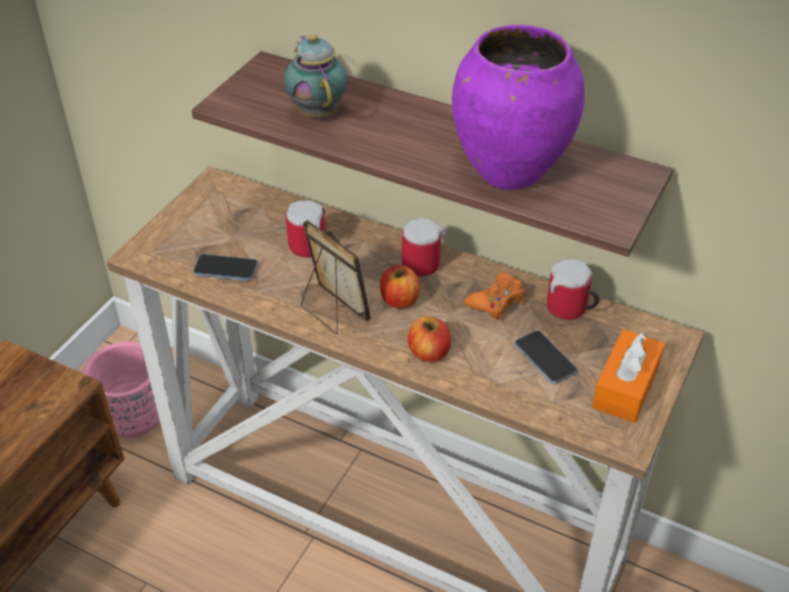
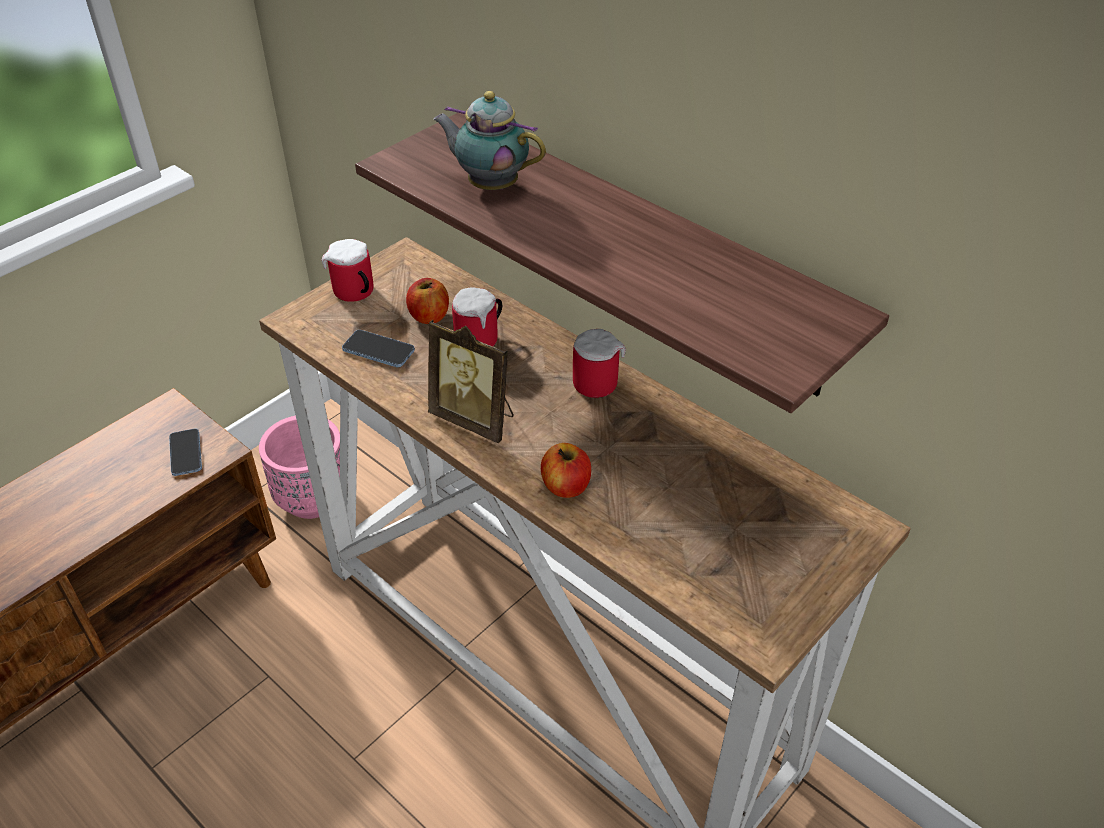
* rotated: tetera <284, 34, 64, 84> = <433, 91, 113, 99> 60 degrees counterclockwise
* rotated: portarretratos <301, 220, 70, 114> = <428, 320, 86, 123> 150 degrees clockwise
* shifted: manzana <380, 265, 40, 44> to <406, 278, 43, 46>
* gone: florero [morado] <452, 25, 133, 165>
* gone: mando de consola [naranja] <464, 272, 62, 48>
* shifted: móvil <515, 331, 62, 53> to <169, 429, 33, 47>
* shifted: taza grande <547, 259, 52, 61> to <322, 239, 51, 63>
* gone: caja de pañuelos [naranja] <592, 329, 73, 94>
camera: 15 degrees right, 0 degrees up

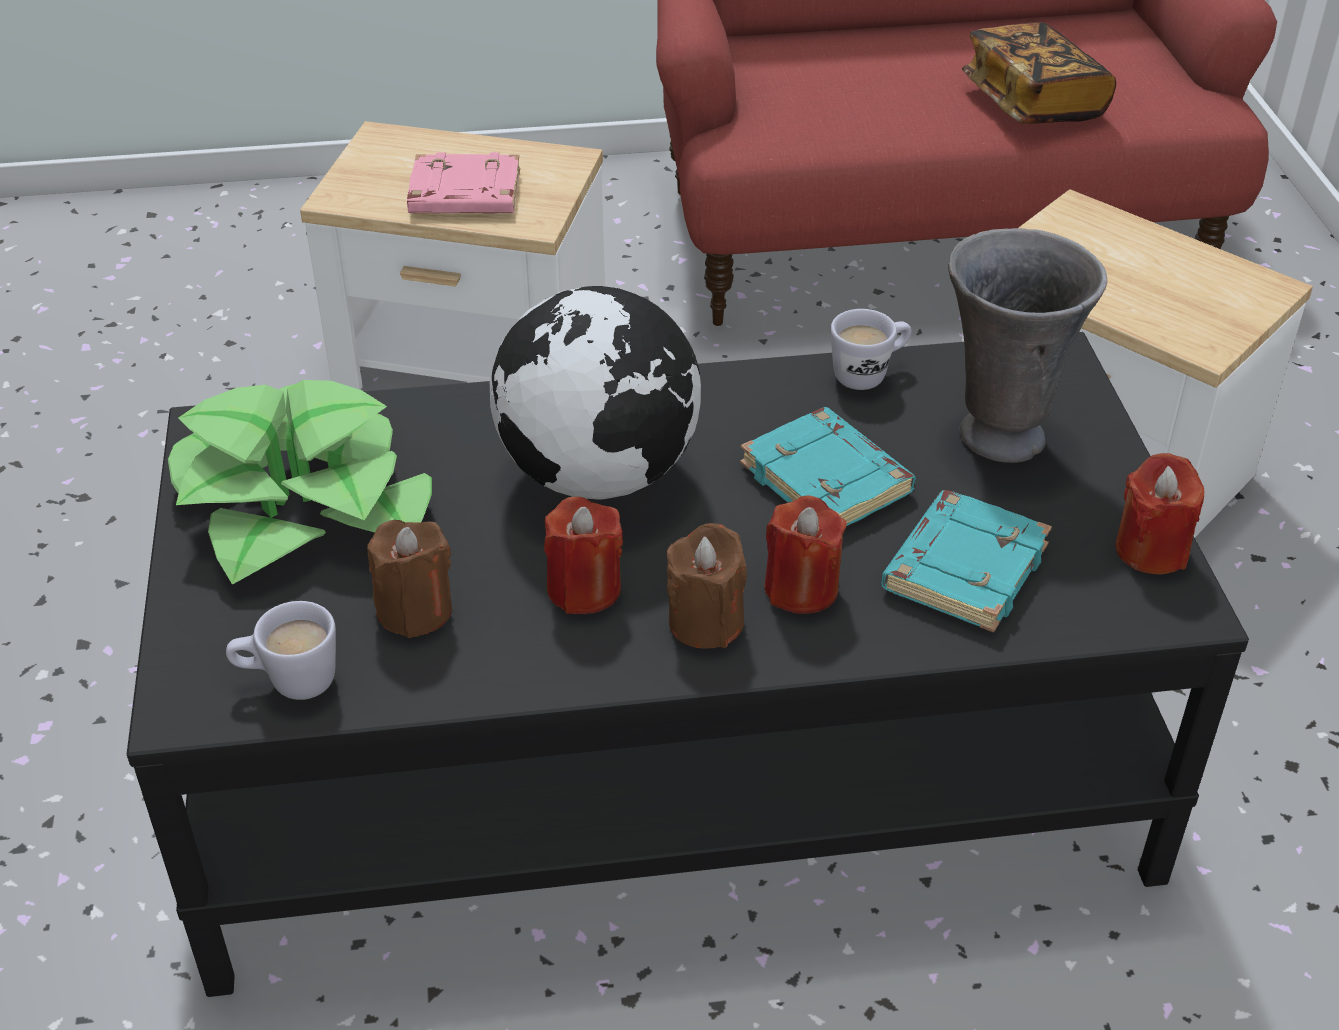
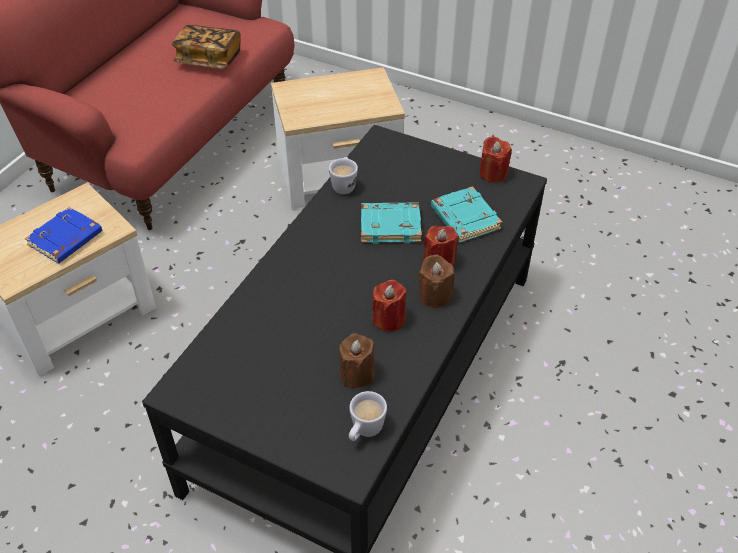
* gone: planta en maceta <168, 380, 264, 205>
* repainted: libro [rosa] <407, 152, 113, 61> to libro [azul] <25, 207, 77, 56>
* gone: globo terráqueo <490, 286, 211, 214>
* gone: florero [gris] <948, 228, 159, 235>
camera: 55 degrees left, 5 degrees up

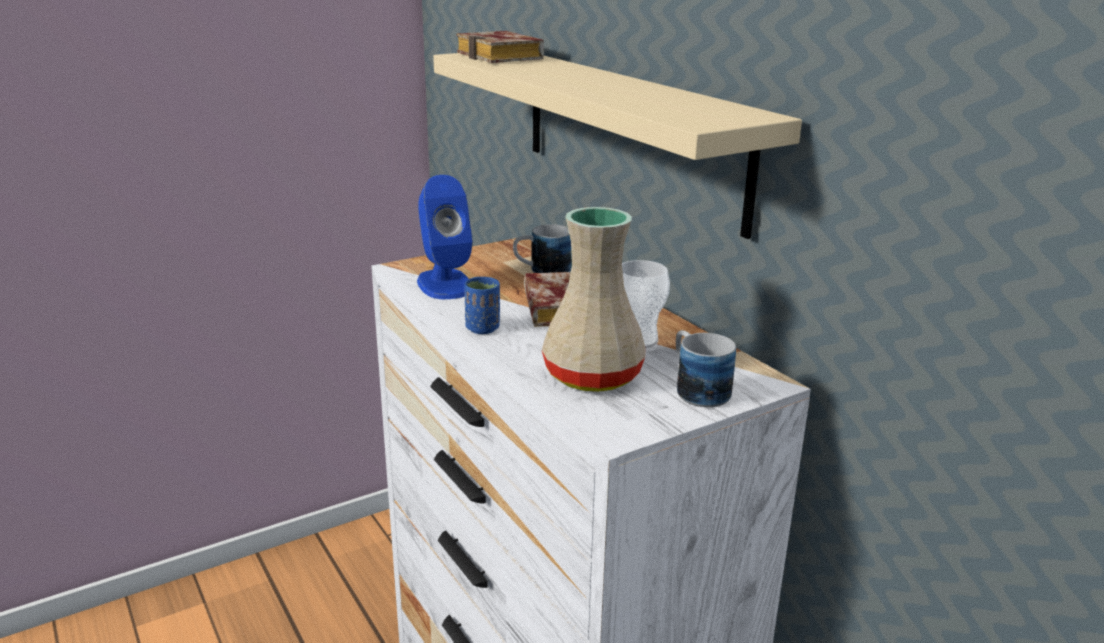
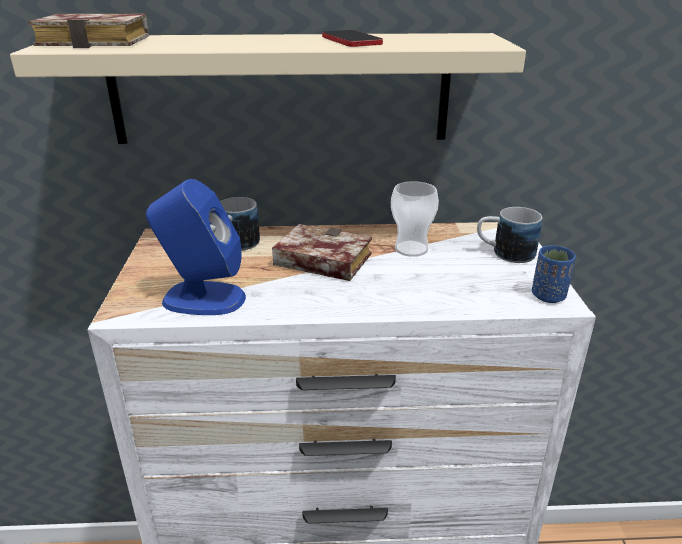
* shifted: taza [azul] <464, 276, 36, 58> to <532, 245, 44, 58>
* gone: florero [beis] <542, 207, 104, 185>
* new: móvil <322, 30, 61, 17>
camera: 60 degrees left, 5 degrees up

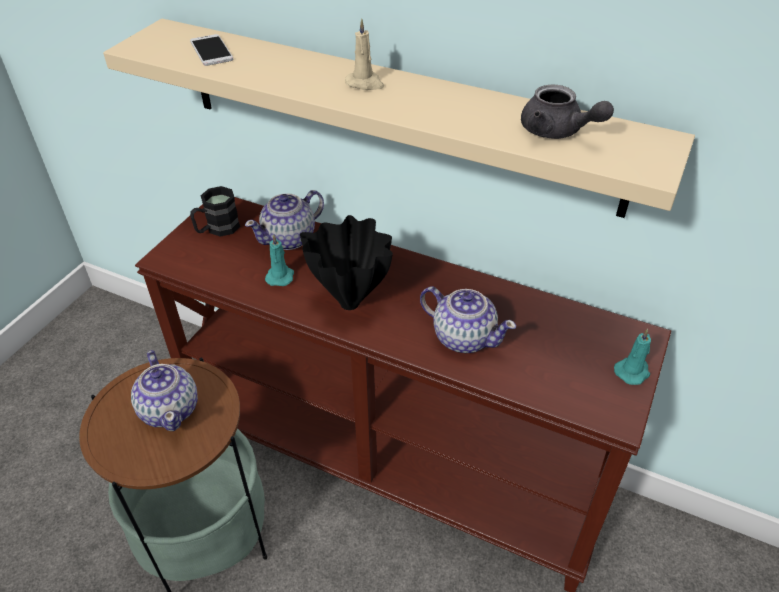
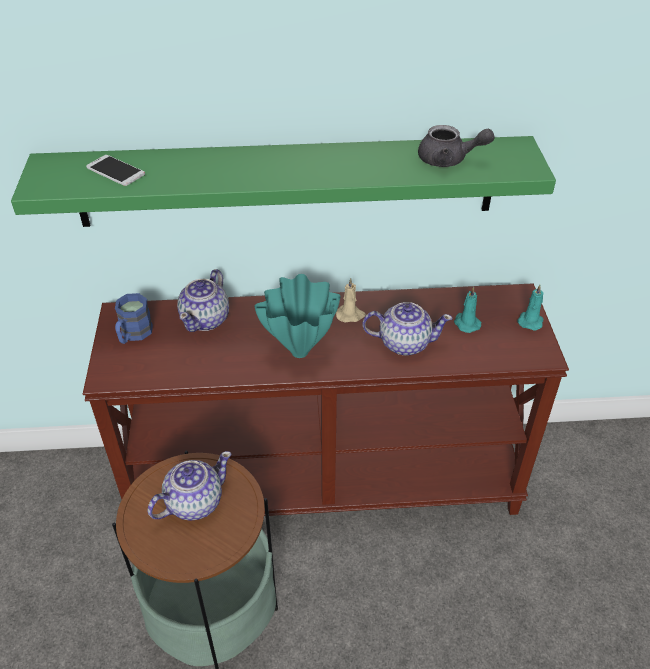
* repainted: estante [beis] <103, 19, 592, 199> to estante [verde] <11, 136, 545, 91>
* rotated: tetera <131, 350, 67, 81> = <147, 451, 84, 70> 75 degrees counterclockwise
* repainted: taza grande [negro] <190, 186, 50, 51> to taza grande [azul] <115, 293, 38, 51>
* shifted: vela [turquesa] <265, 234, 29, 52> to <454, 287, 27, 46>
* repainted: florero [negro] <300, 215, 93, 95> to florero [turquesa] <254, 274, 87, 84>
* shifted: vela [beis] <345, 19, 39, 71> to <336, 278, 30, 45>
camera: 30 degrees left, 0 degrees up

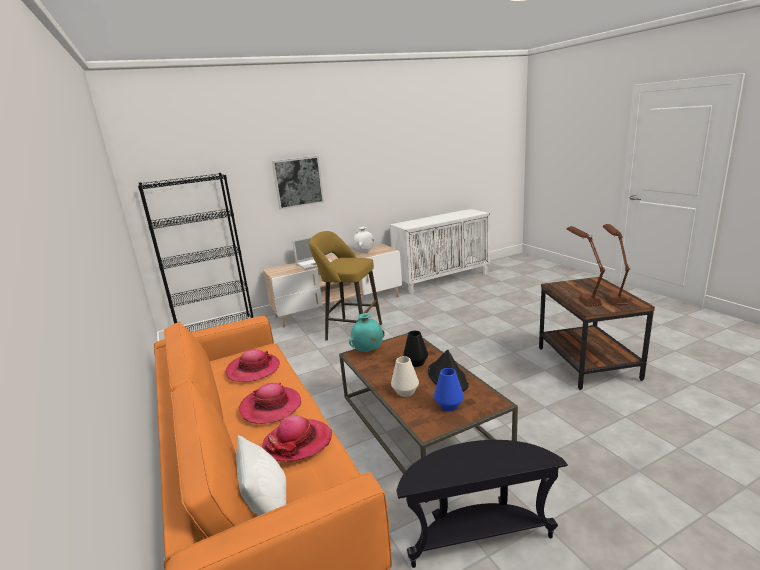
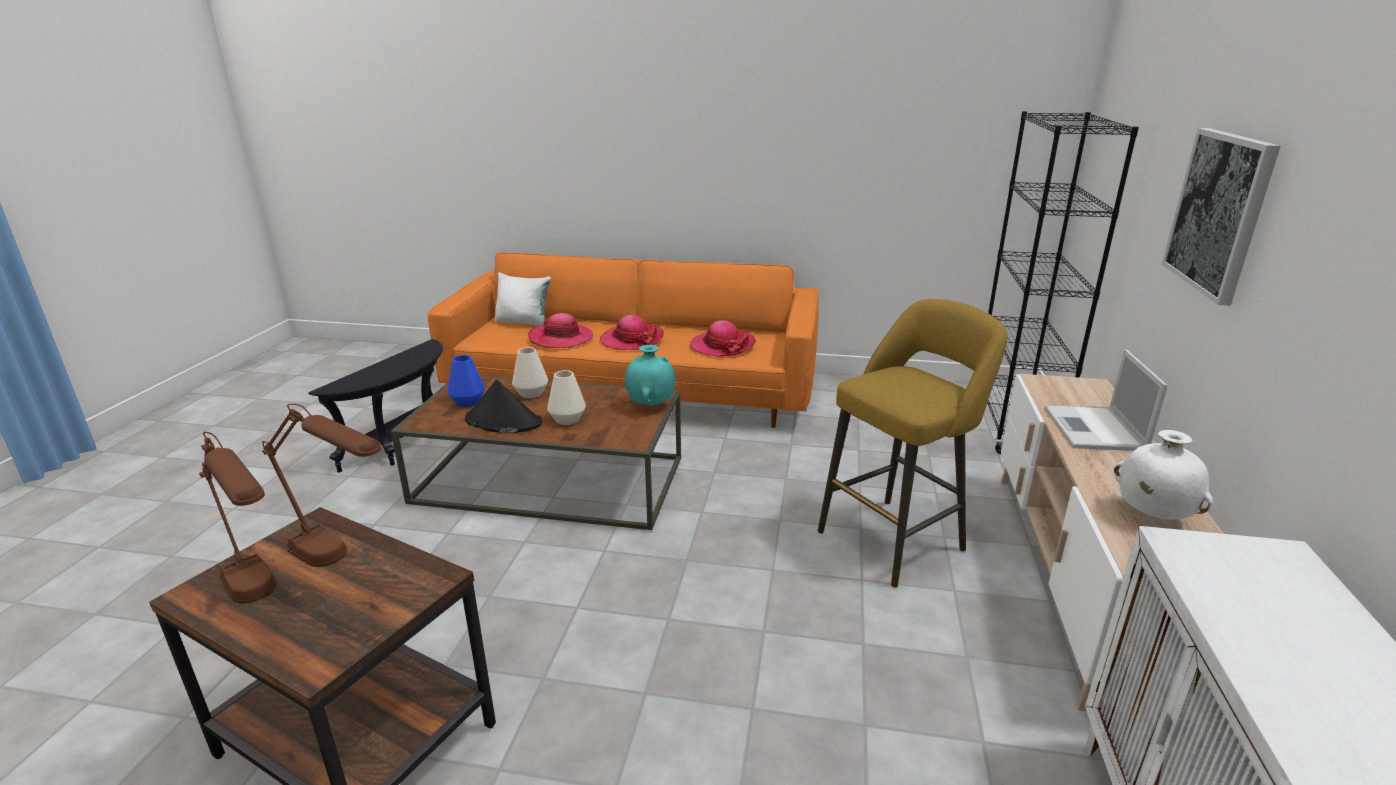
* repainted: florero [negro] <403, 331, 25, 36> to florero [blanco] <547, 370, 39, 55>
camera: 125 degrees right, 5 degrees up

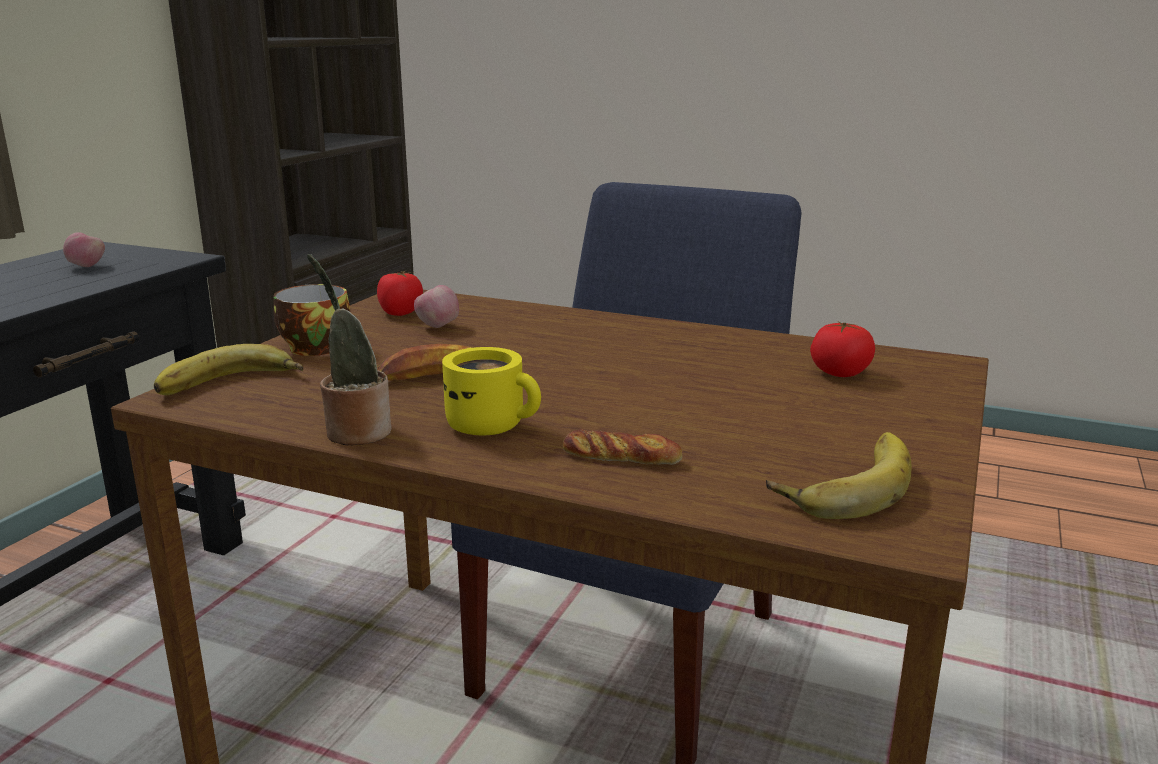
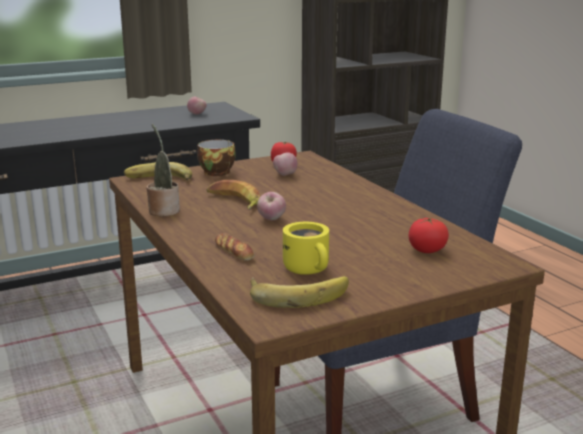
* shifted: taza grande [amarillo] <442, 347, 99, 88> to <283, 222, 46, 53>
* new: manzana <257, 192, 29, 28>
camera: 40 degrees right, 0 degrees up

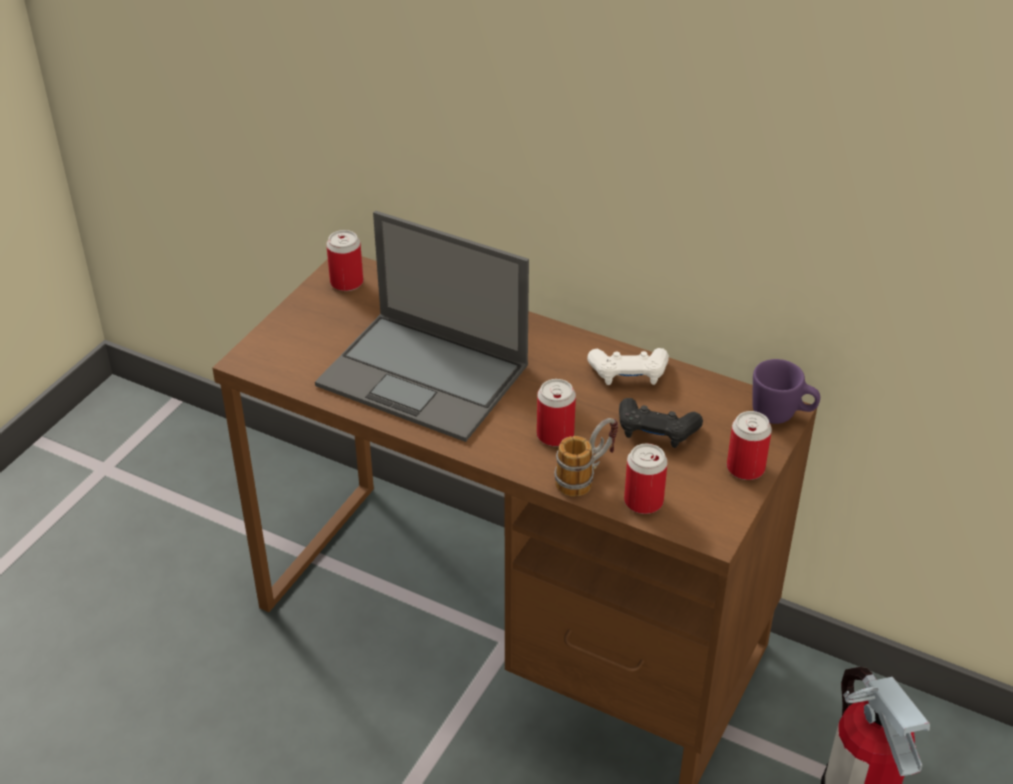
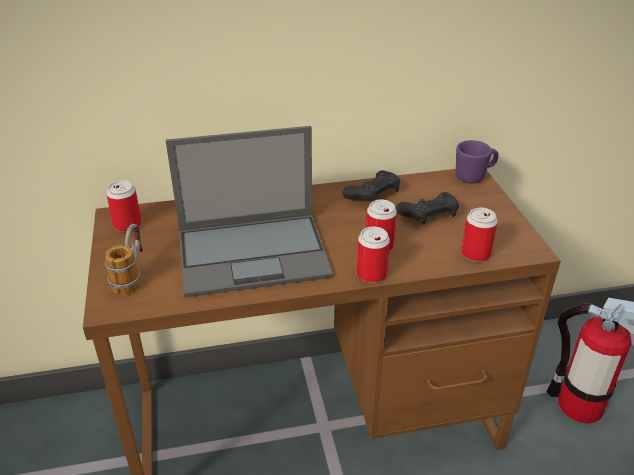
* shifted: taza grande <554, 418, 64, 79> to <105, 224, 38, 71>
* repainted: mando de consola [blanco] <587, 348, 82, 37> to mando de consola [negro] <342, 170, 58, 32>
* shifted: lata <727, 411, 45, 69> to <357, 226, 33, 57>
camera: 40 degrees left, 5 degrees down

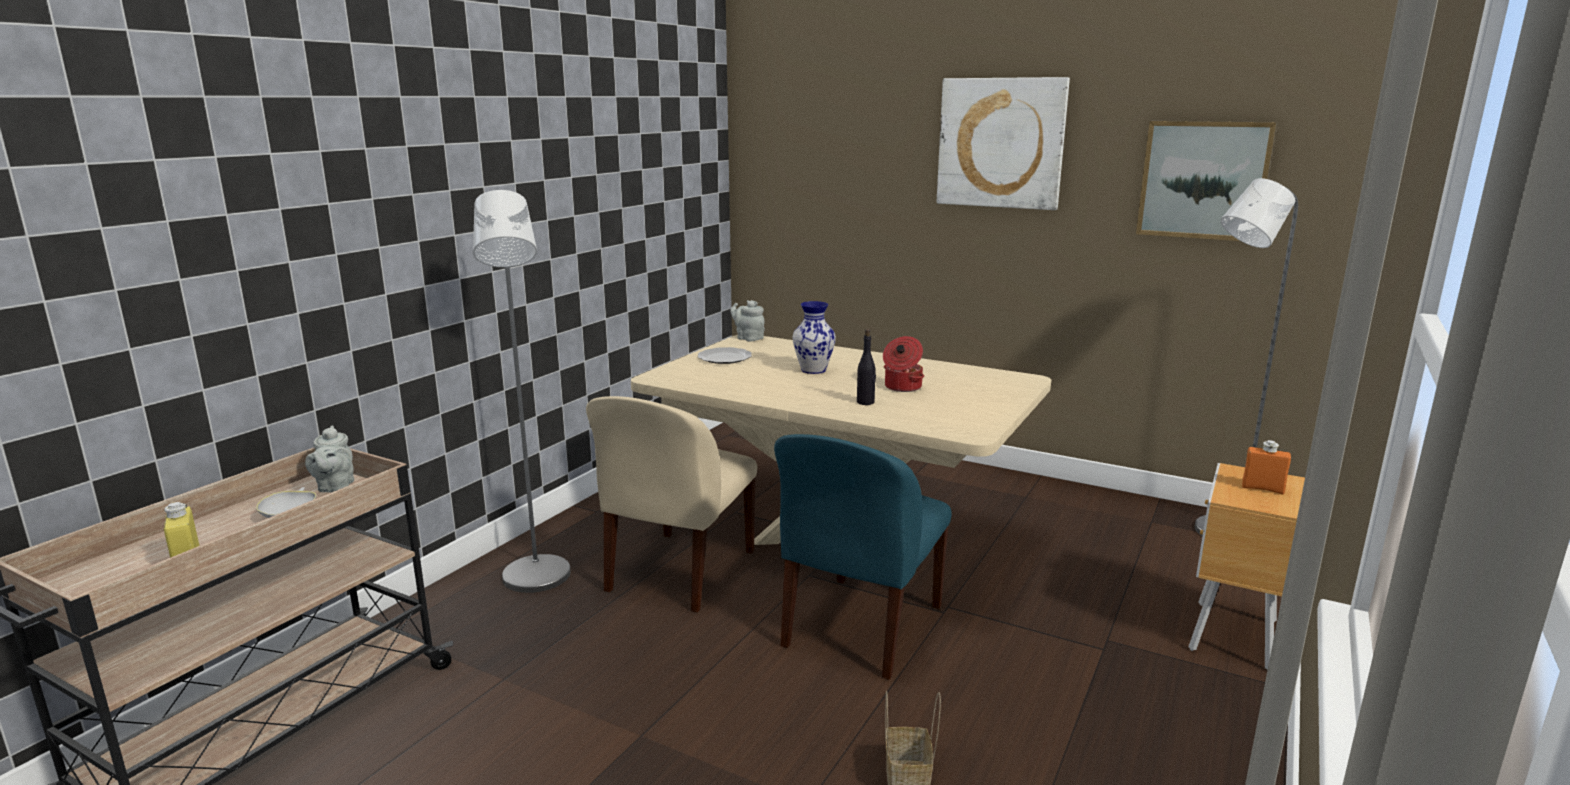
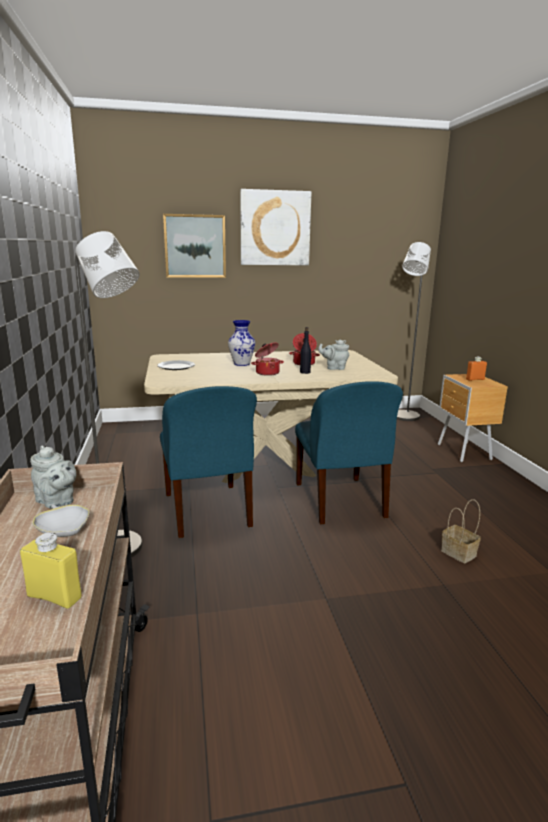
* repainted: silla [beis] <586, 396, 171, 216> to silla [azul] <160, 386, 97, 152>
* shifted: tetera [gris] <730, 300, 35, 41> to <318, 340, 31, 30>
* shifted: cuadro <1136, 121, 141, 120> to <163, 214, 63, 64>
* new: olla <251, 342, 33, 34>
camera: 40 degrees left, 0 degrees up

